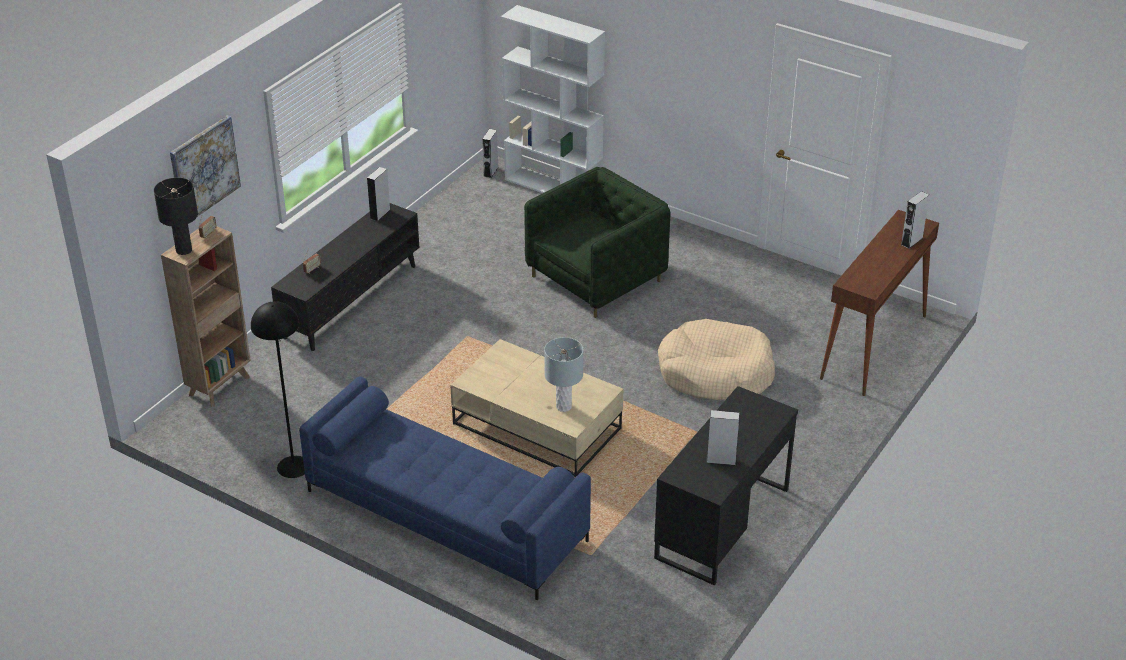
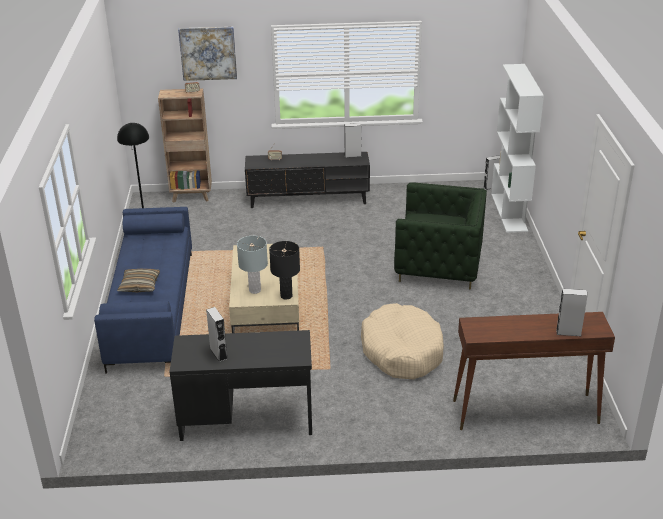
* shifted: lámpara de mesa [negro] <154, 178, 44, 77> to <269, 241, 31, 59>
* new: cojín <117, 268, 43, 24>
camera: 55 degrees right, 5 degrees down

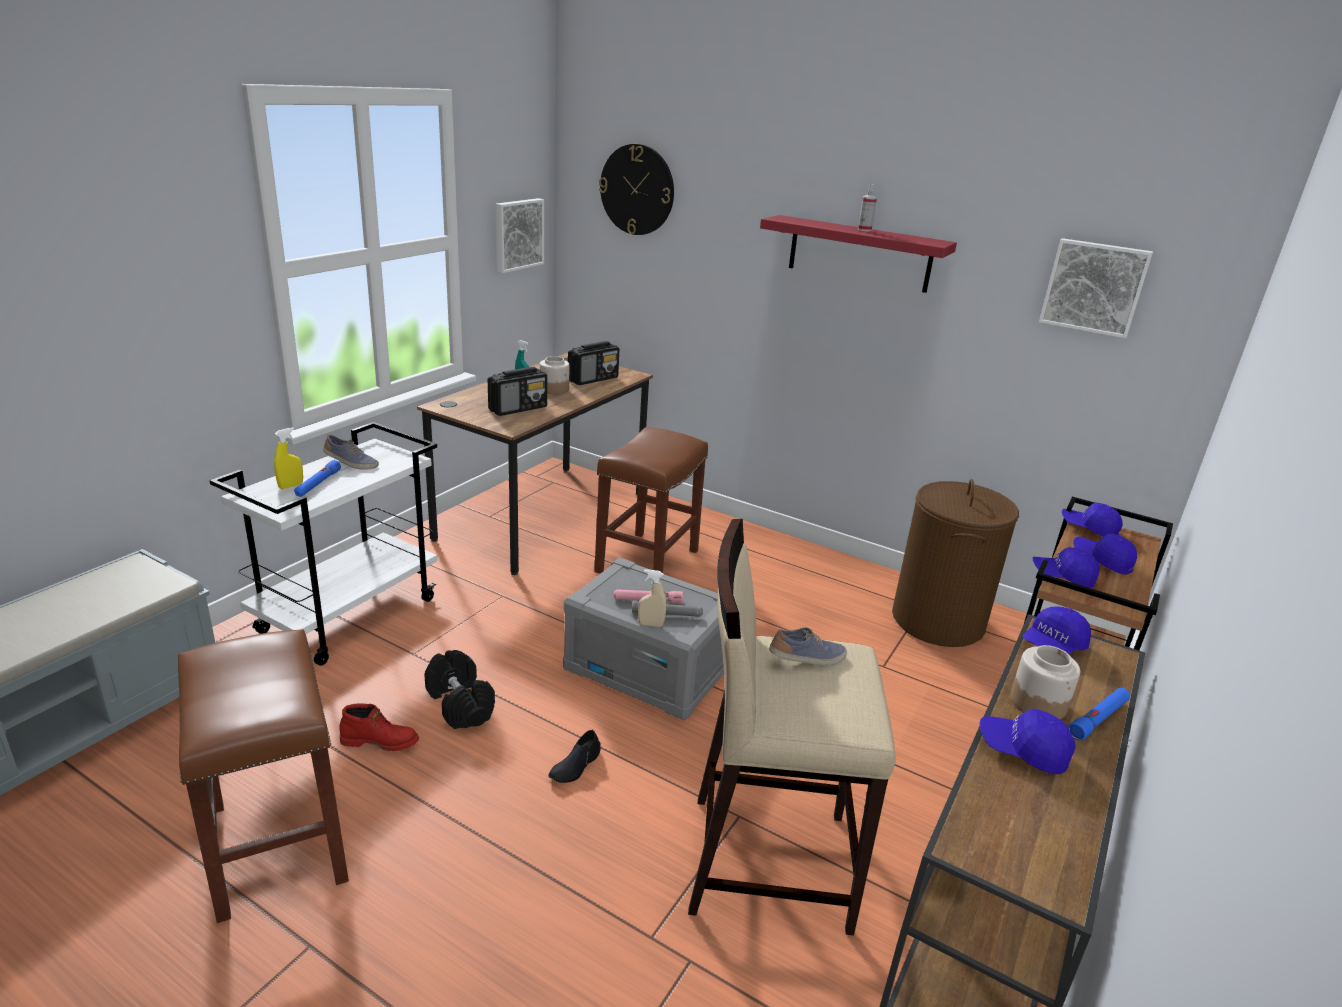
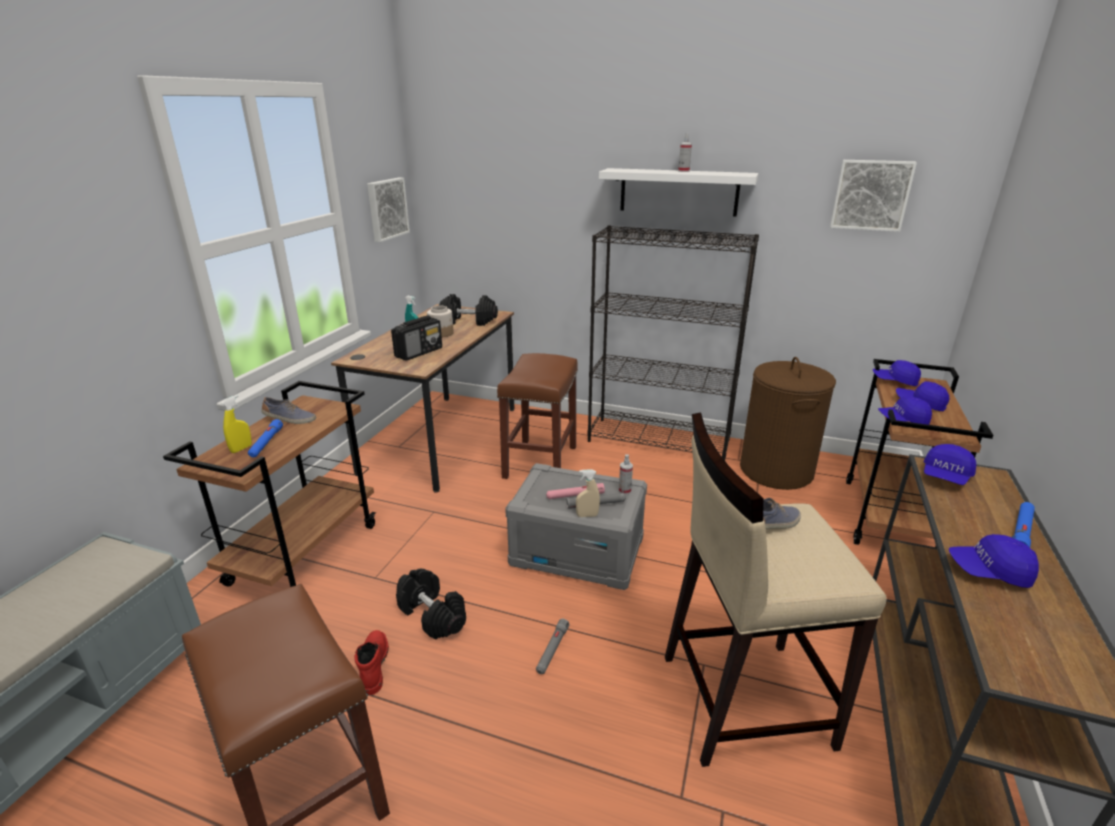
* repainted: carrito [blanco] <209, 422, 228, 244> to carrito [marrón] <163, 381, 213, 206>
* rotated: bota [rojo] <339, 704, 80, 47> = <355, 630, 34, 65> 90 degrees counterclockwise
* swapped: zapato [negro] <548, 730, 53, 53> to linterna [gris] <536, 619, 34, 55>
* swapped: radio <568, 341, 51, 44> to mancuerna [negro] <439, 294, 59, 32>
* gone: reloj de pared <599, 144, 75, 91>
* repainted: estante [rojo] <760, 215, 197, 78> to estante [blanco] <599, 168, 159, 48>
* gone: tarro <1010, 645, 70, 74>
* new: estantería [negro] <587, 225, 172, 235>
* new: pulverizador <619, 454, 14, 40>
camera: 10 degrees left, 0 degrees up

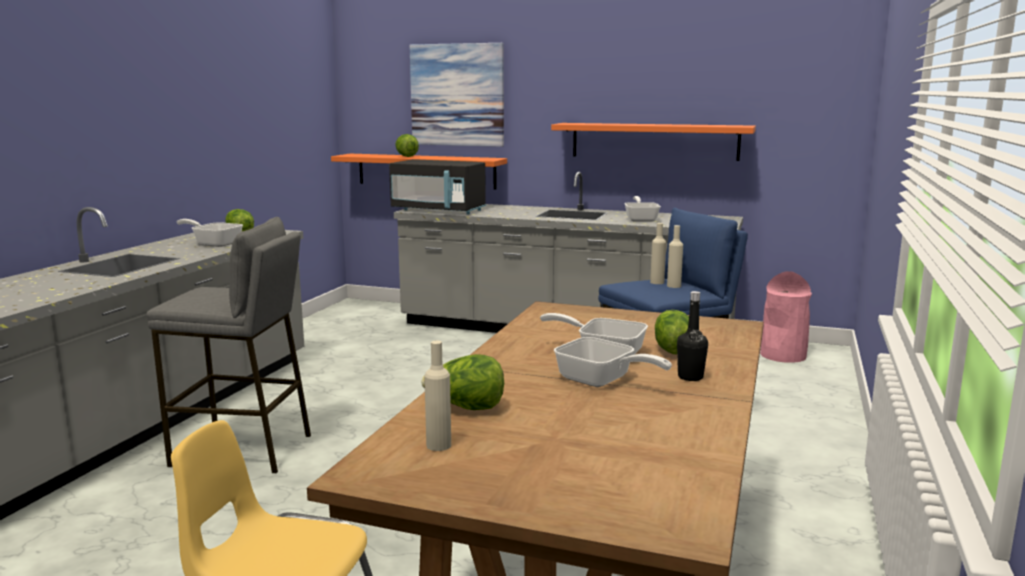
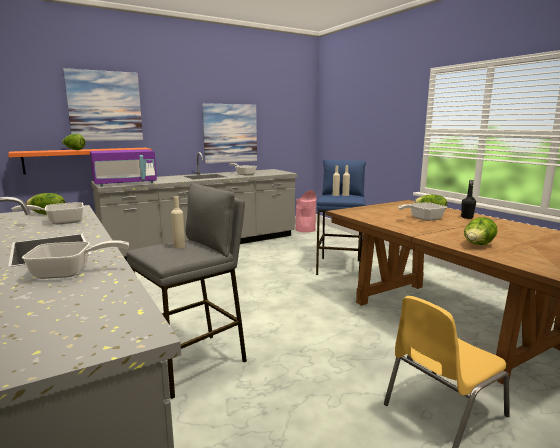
* repainted: microondas [negro] <389, 159, 97, 56> to microondas [morado] <90, 149, 67, 38>
* shifted: botella [beis] <424, 341, 27, 110> to <171, 196, 14, 52>
* swapped: estante [naranja] <551, 123, 205, 38> to cuadro <202, 103, 55, 61>
* shifted: sartén <554, 337, 118, 50> to <22, 240, 107, 39>
camera: 50 degrees left, 0 degrees up

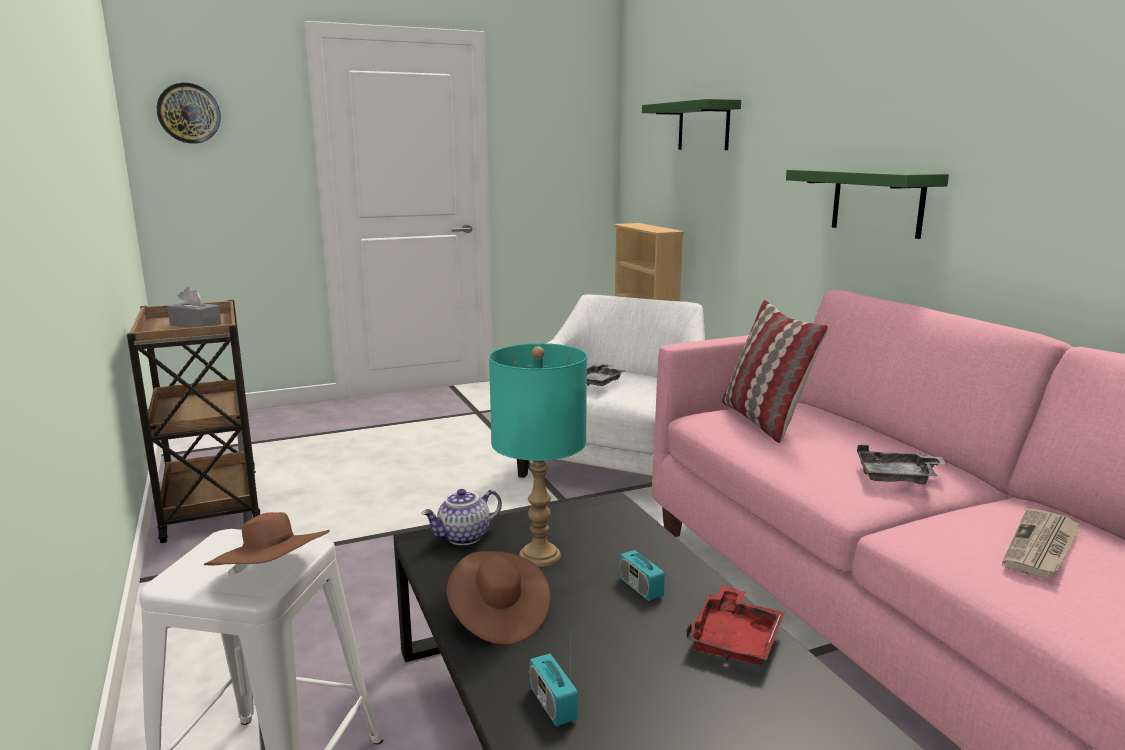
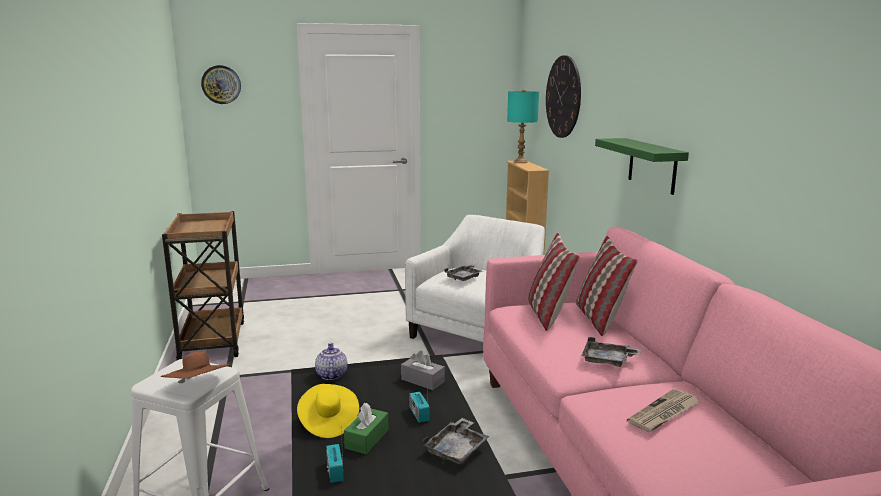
* shifted: caja de pañuelos [gris] <167, 287, 54, 41> to <401, 351, 44, 39>
* rotated: tetera <421, 489, 81, 56> = <315, 343, 33, 37> 105 degrees clockwise
* repainted: sombrero [marrón] <447, 551, 103, 94> to sombrero [amarillo] <297, 384, 62, 54>
* shifted: lámpara de mesa [turquesa] <489, 343, 98, 224> to <507, 89, 32, 74>
* swapped: estante [verde] <642, 99, 99, 51> to reloj de pared <546, 55, 35, 83>
* repainted: bandeja [rojo] <686, 586, 99, 78> to bandeja [gris] <423, 418, 66, 46>
* new: caja de pañuelos [verde] <344, 403, 45, 51>
* new: cojín <576, 236, 62, 100>
camera: 10 degrees right, 0 degrees up

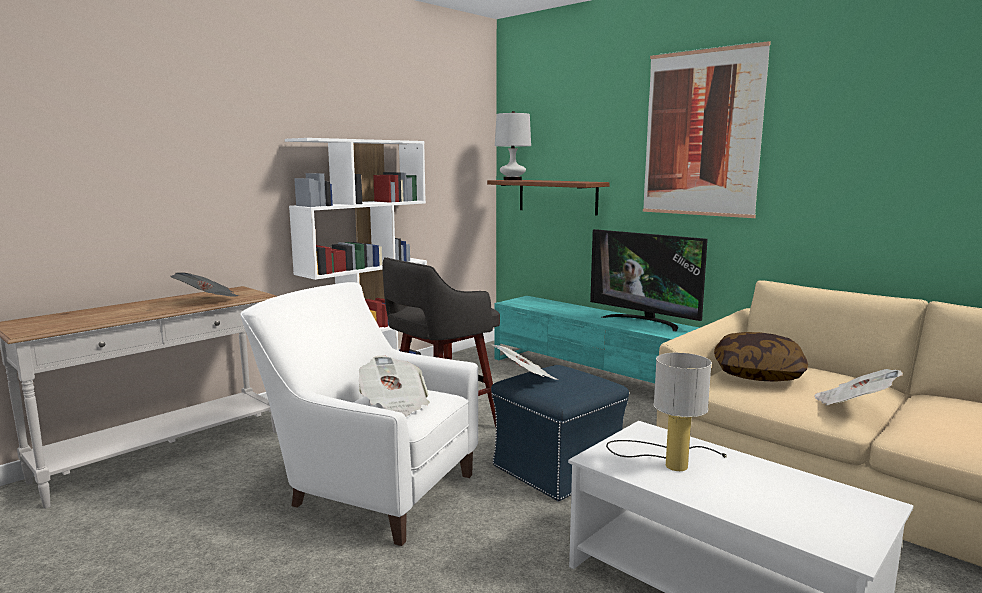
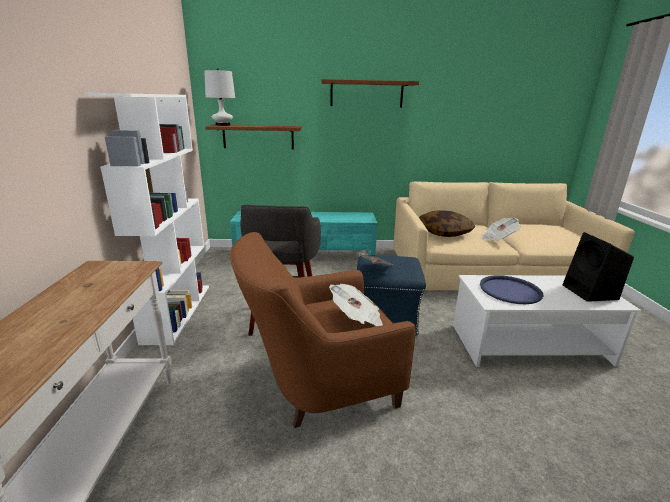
* gone: periódico <170, 272, 69, 25>
* repainted: sillón [blanco] <241, 282, 237, 264> to sillón [marrón] <230, 232, 186, 196>
* gone: televisor <590, 229, 118, 102>
* swapped: lámpara de mesa <606, 353, 121, 118> to bandeja [azul] <480, 275, 63, 29>
* swapped: cuadro <643, 41, 128, 177> to estante [marrón] <322, 79, 97, 29>
* new: altavoz [negro] <562, 232, 72, 70>
camera: 45 degrees left, 10 degrees up

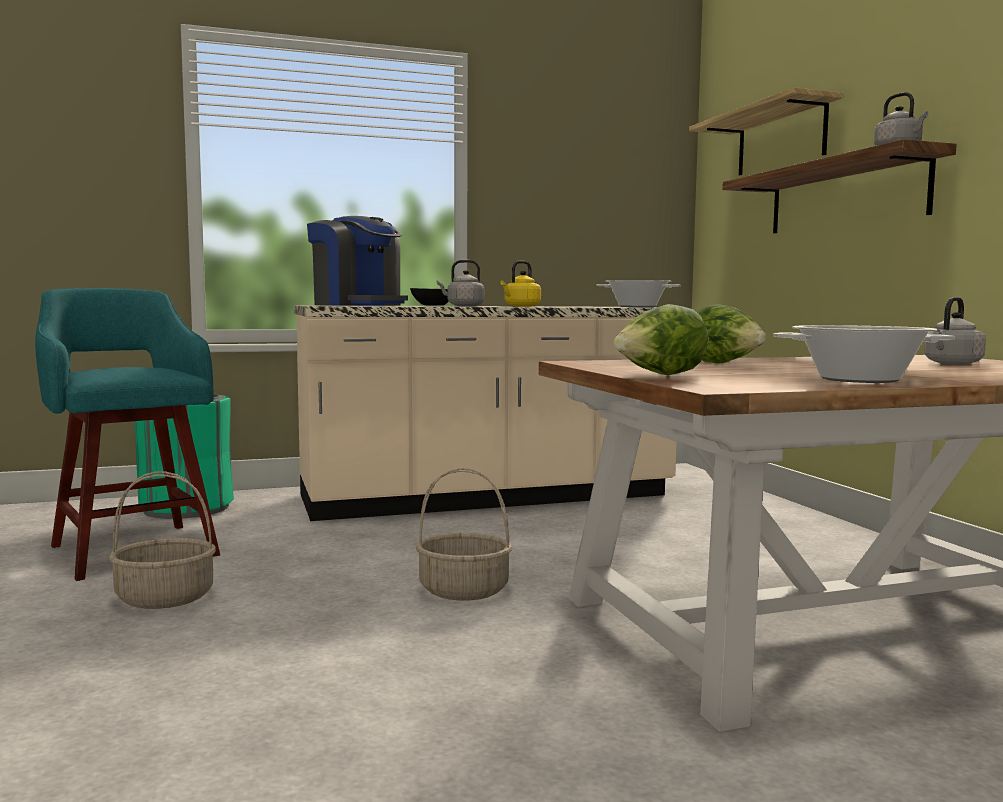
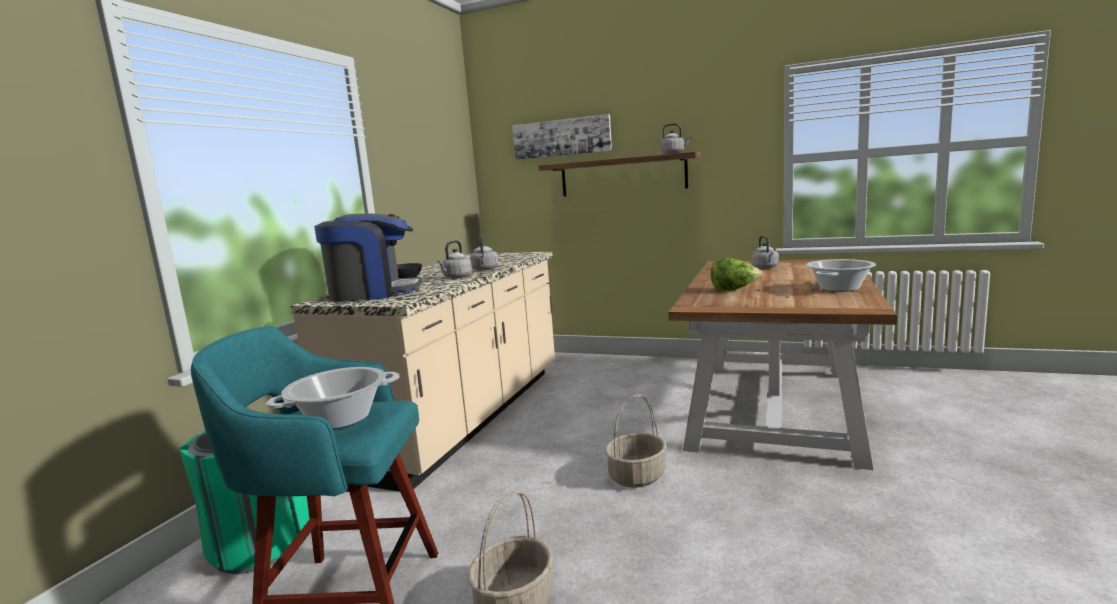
* repainted: hervidor [amarillo] <500, 261, 41, 46> to hervidor [gris] <470, 235, 28, 36>
* shifted: olla <597, 280, 84, 27> to <266, 367, 133, 62>
* gone: lechuga <614, 304, 95, 71>
* swapped: estante <689, 87, 155, 88> to cuadro <512, 114, 100, 46>
camera: 50 degrees left, 5 degrees up

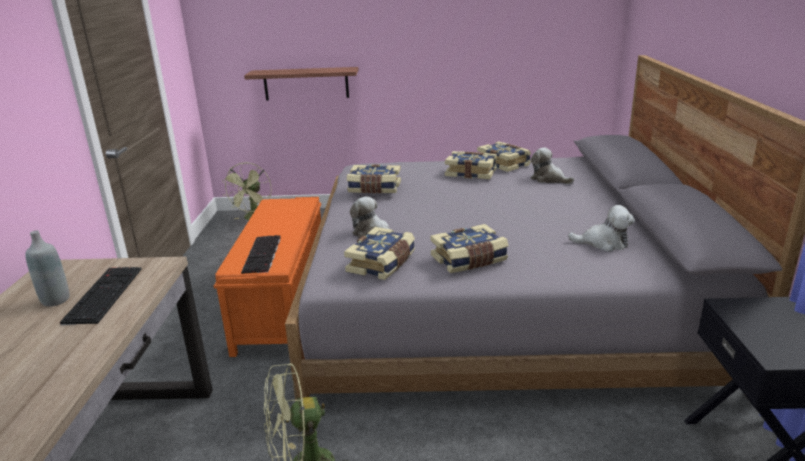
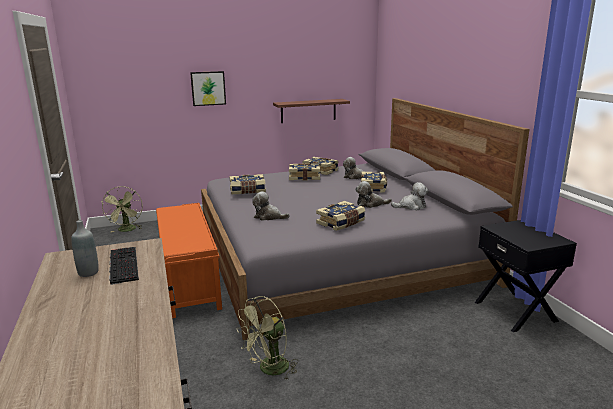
* gone: teclado <241, 235, 40, 39>
* shifted: estante <244, 67, 115, 34> to <273, 99, 77, 24>
* shifted: libro <344, 227, 71, 53> to <361, 172, 26, 21>
* new: cuadro <190, 71, 36, 35>
* new: peluche <355, 181, 37, 27>
camera: 20 degrees left, 5 degrees down

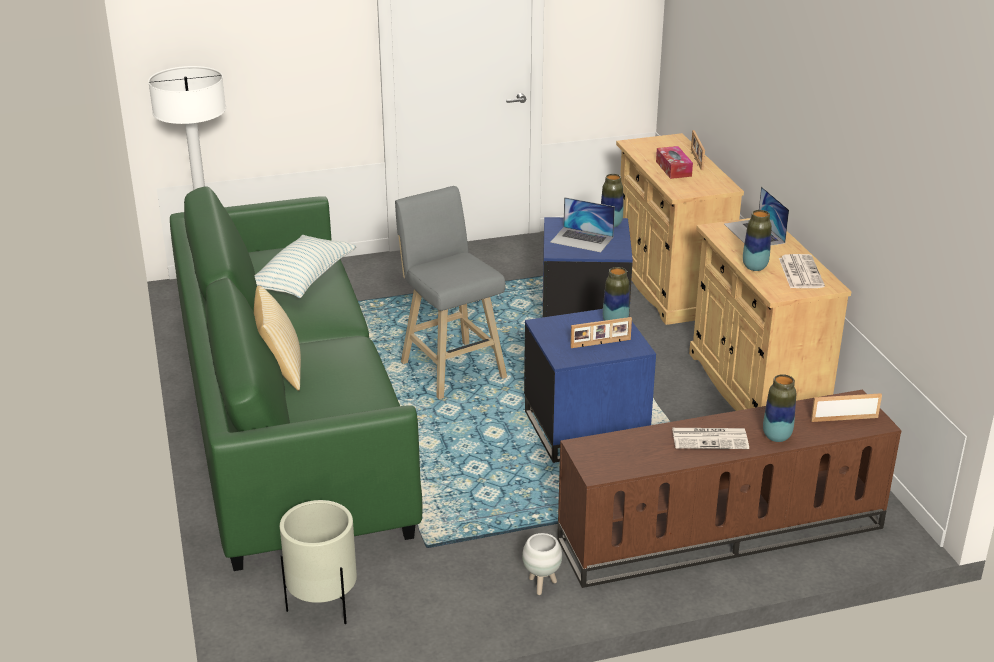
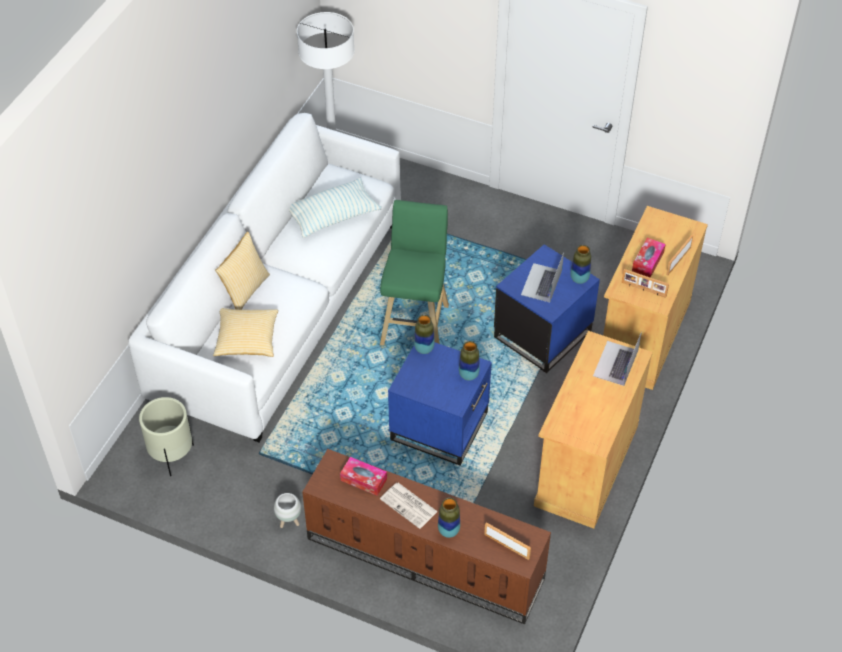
* repainted: sofá [verde] <170, 186, 253, 385> to sofá [blanco] <129, 113, 272, 329>
* repainted: taburete [gris] <395, 186, 112, 214> to taburete [verde] <380, 200, 69, 146>
* rotated: portátil <550, 197, 65, 55> = <521, 253, 43, 49> 45 degrees clockwise
* shifted: portarretratos <570, 317, 62, 31> to <621, 269, 48, 29>
* shifted: florero <743, 210, 29, 61> to <414, 315, 21, 39>
* gone: periódico <779, 254, 46, 34>
* new: cojín <213, 308, 65, 49>
* new: caja de pañuelos <340, 457, 47, 39>
camera: 40 degrees right, 20 degrees up

